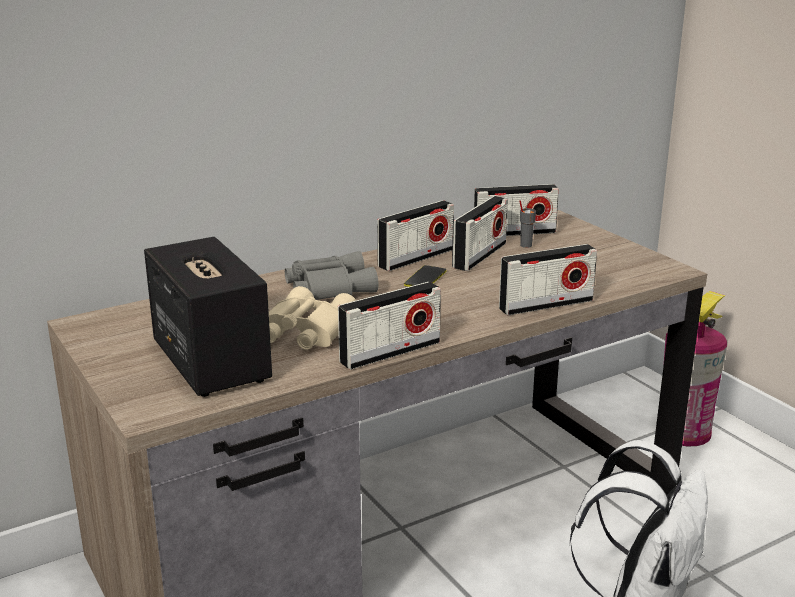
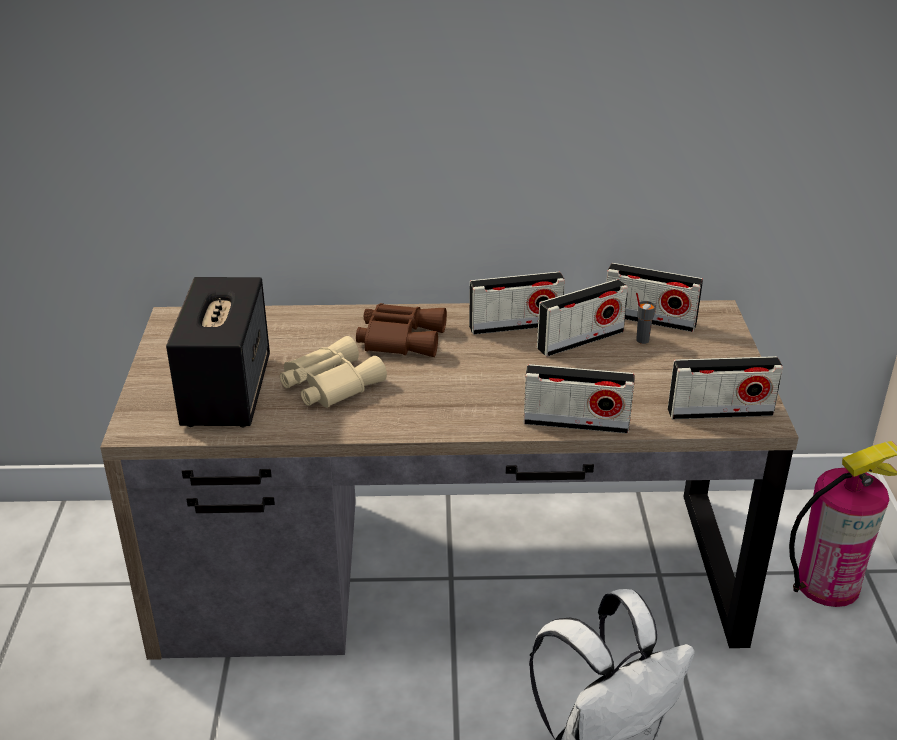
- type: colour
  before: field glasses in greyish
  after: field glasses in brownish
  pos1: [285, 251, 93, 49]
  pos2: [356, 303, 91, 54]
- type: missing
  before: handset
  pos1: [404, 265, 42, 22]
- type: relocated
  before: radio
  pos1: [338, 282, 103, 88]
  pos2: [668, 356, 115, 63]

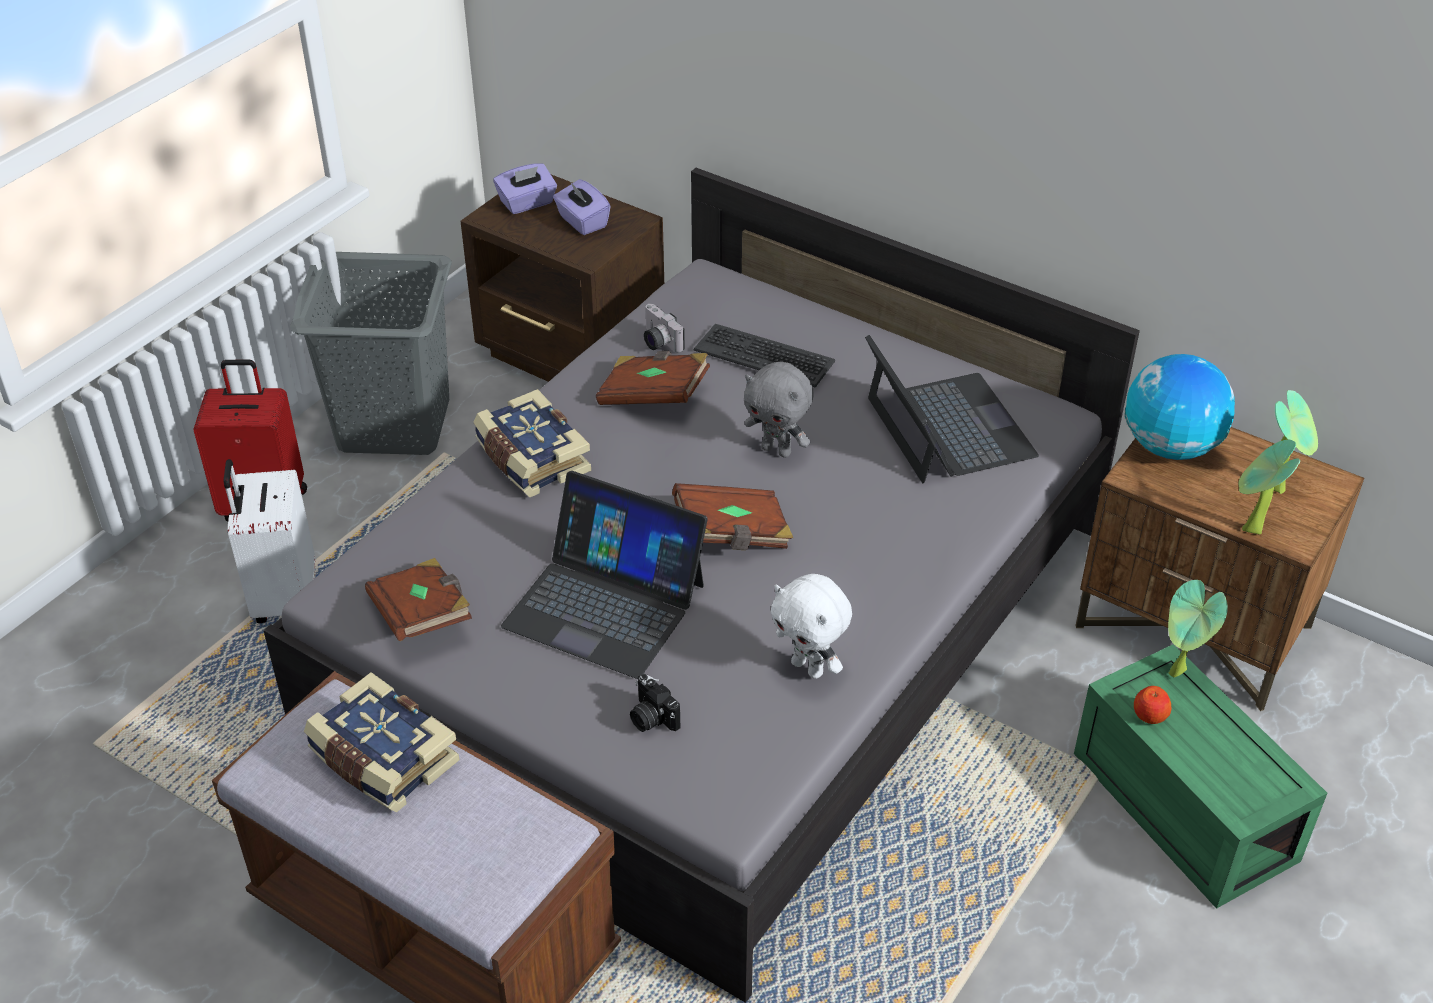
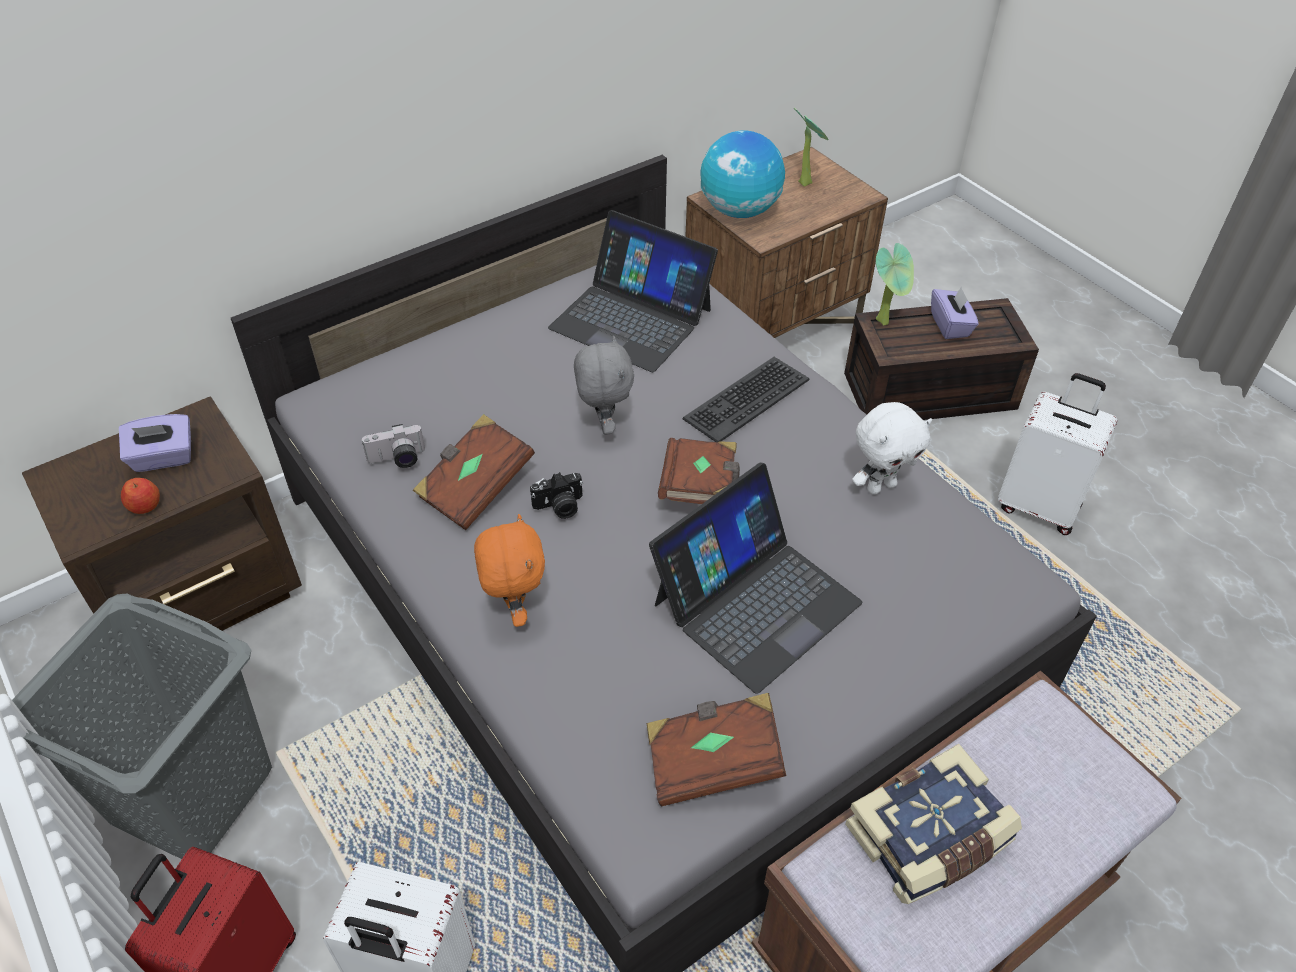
- type: relocated
  before: tissue holder in purple
  pos1: [493, 164, 64, 50]
  pos2: [931, 286, 48, 53]
- type: relocated
  before: PC keyboard
  pos1: [693, 324, 142, 64]
  pos2: [683, 357, 126, 85]
- type: spun
  before: notebook computer
  pos1: [865, 335, 174, 148]
  pos2: [548, 210, 170, 162]
  turn: -150
- type: spun
  before: plush toy in greyish
  pos1: [744, 362, 69, 96]
  pos2: [574, 335, 60, 100]
  turn: -60
- type: exchanged
  before: bound book
  after: plush toy in orange-coloured
  pos1: [474, 389, 117, 108]
  pos2: [474, 514, 71, 113]
- type: missing
  before: potted plant
  pos1: [1238, 440, 62, 94]
- type: colour
  before: storage bin in green
  after: storage bin in brownish
  pos1: [1074, 644, 253, 265]
  pos2: [844, 298, 195, 122]
- type: relocated
  before: still camera
  pos1: [630, 674, 51, 58]
  pos2: [530, 472, 53, 47]
- type: relocated
  before: apple
  pos1: [1134, 686, 37, 38]
  pos2: [121, 478, 39, 36]
- type: appeared
  after: travel case in white
  pos2: [998, 373, 119, 162]

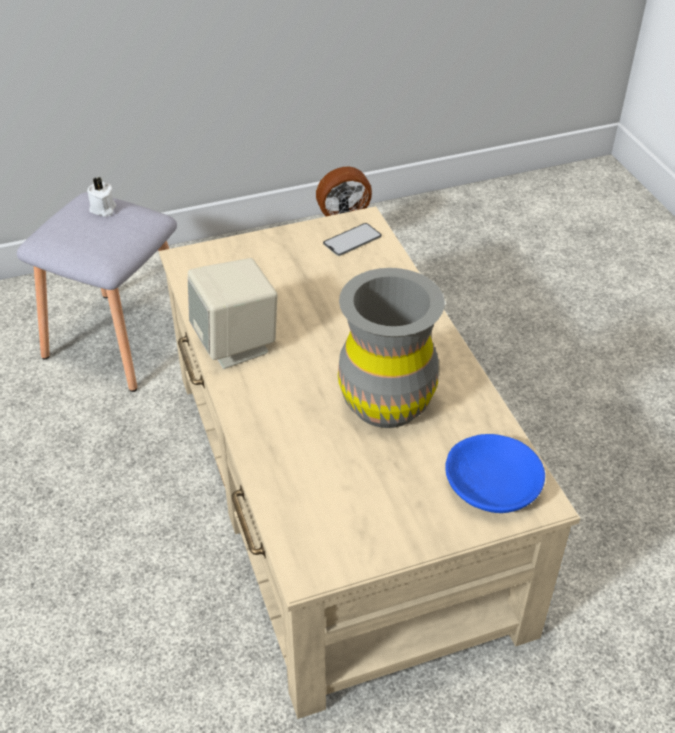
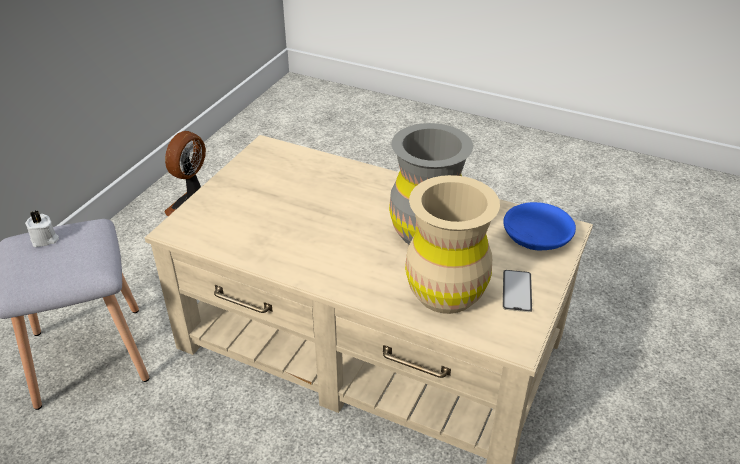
- type: relocated
  before: handset
  pos1: [323, 223, 59, 33]
  pos2: [503, 270, 29, 42]
- type: missing
  before: loudspeaker in sand-coloured
  pos1: [188, 258, 90, 111]
- type: appeared
  after: flower vase in sand-coloured
  pos2: [405, 175, 95, 139]

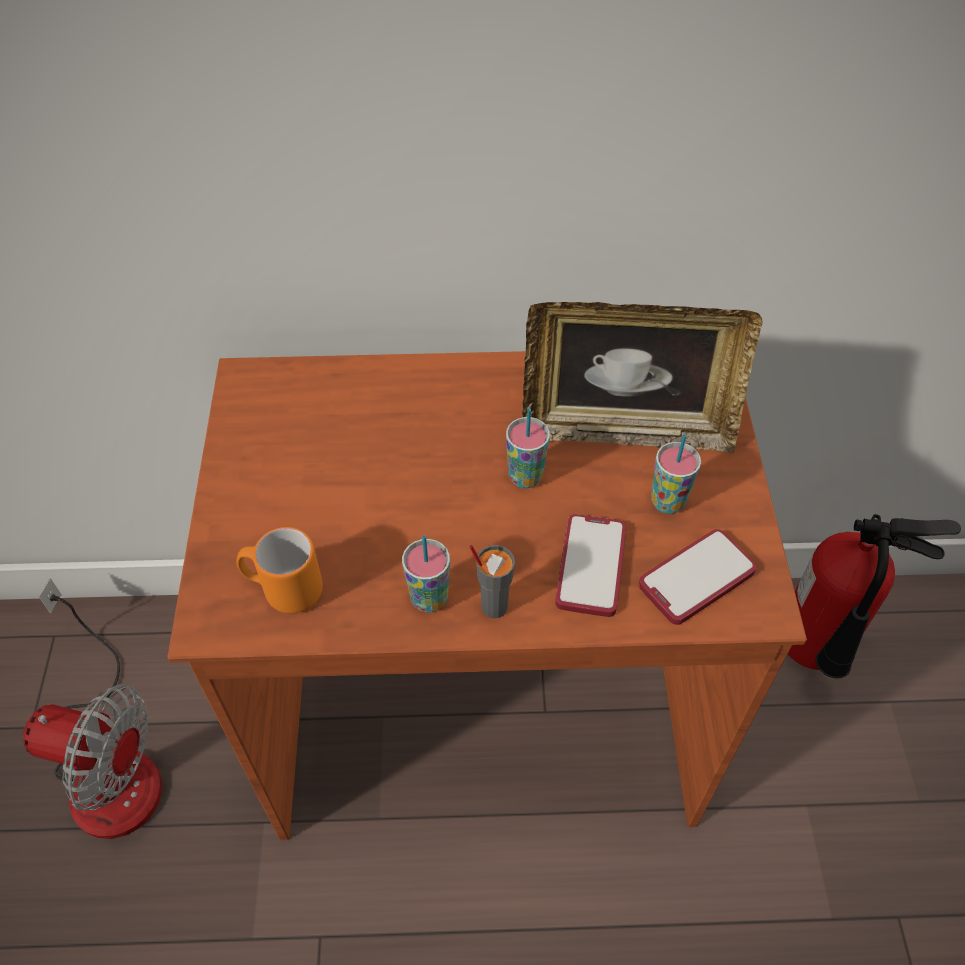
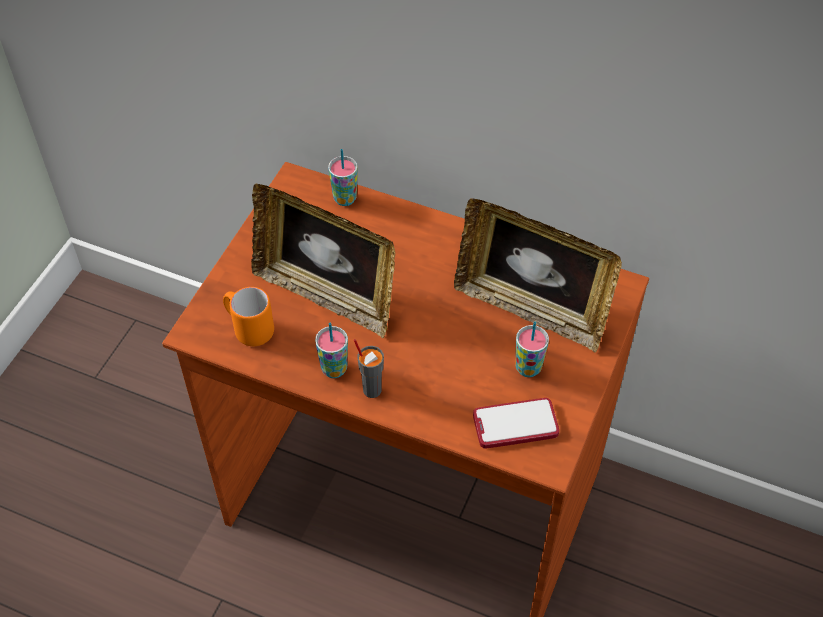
- type: relocated
  before: cup
  pos1: [506, 409, 44, 79]
  pos2: [328, 149, 30, 57]
- type: missing
  before: handset
  pos1: [555, 514, 71, 103]
- type: missing
  before: extinguisher
  pos1: [788, 514, 173, 164]
- type: missing
  before: fan
  pos1: [23, 578, 139, 261]
- type: appeared
  after: photo frame
  pos2: [251, 184, 144, 154]

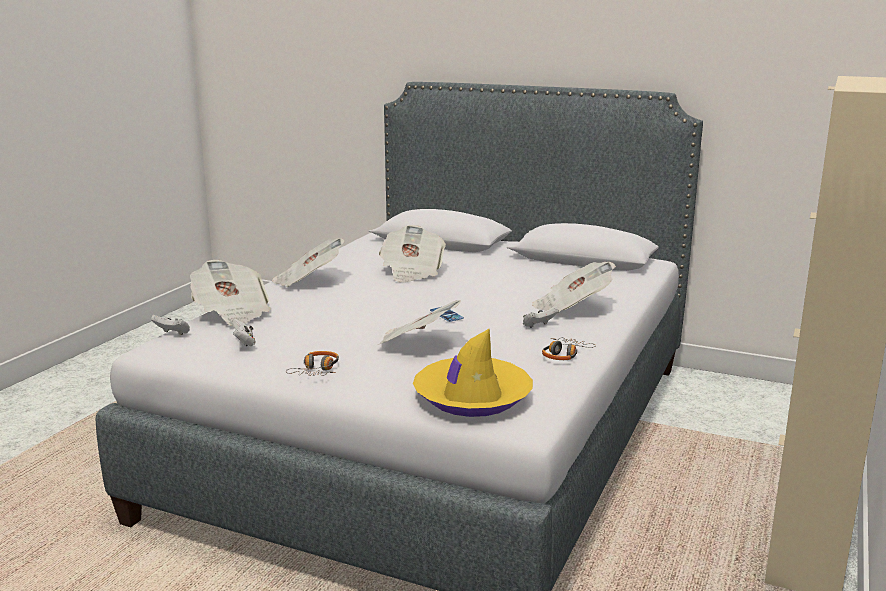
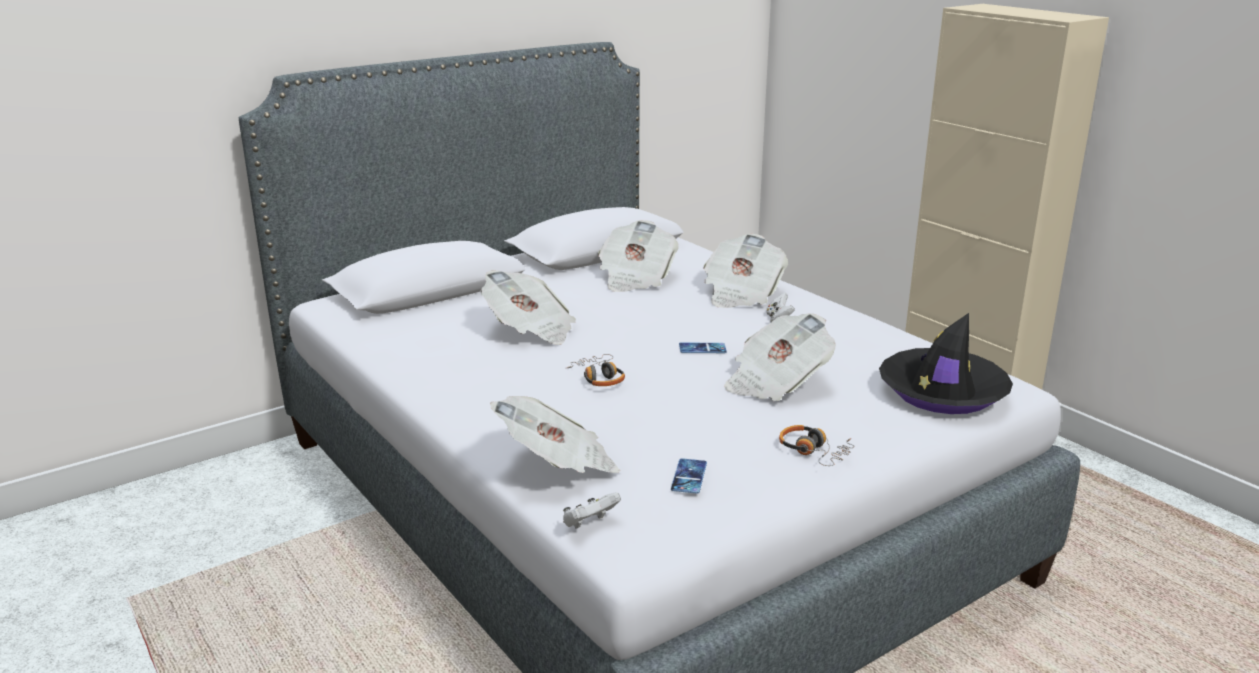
- type: relocated
  before: printed paper
  pos1: [272, 238, 73, 49]
  pos2: [598, 220, 81, 72]
- type: exchanged
  before: joypad in white
  after: handset
  pos1: [230, 318, 25, 28]
  pos2: [671, 458, 36, 36]
- type: colour
  before: hat in yellowish
  after: hat in black-coloured
  pos1: [413, 329, 120, 88]
  pos2: [879, 313, 134, 101]
- type: relocated
  before: headset
  pos1: [542, 337, 54, 23]
  pos2: [565, 354, 60, 32]

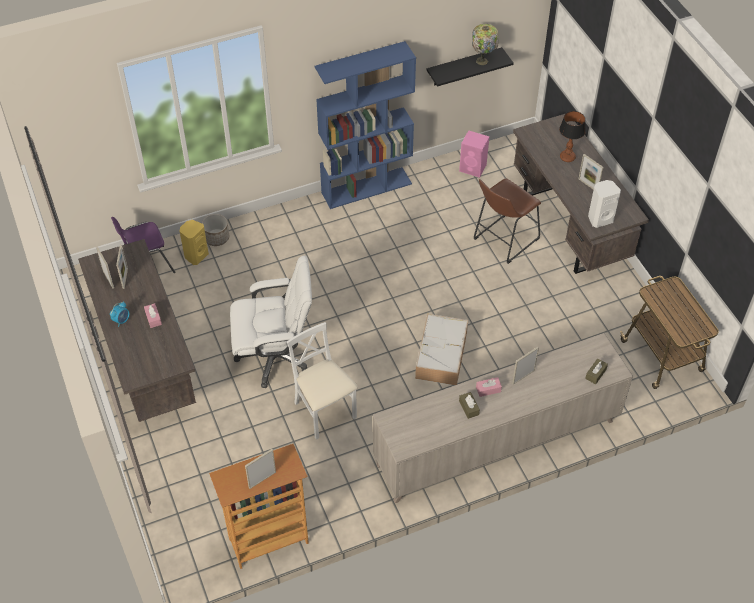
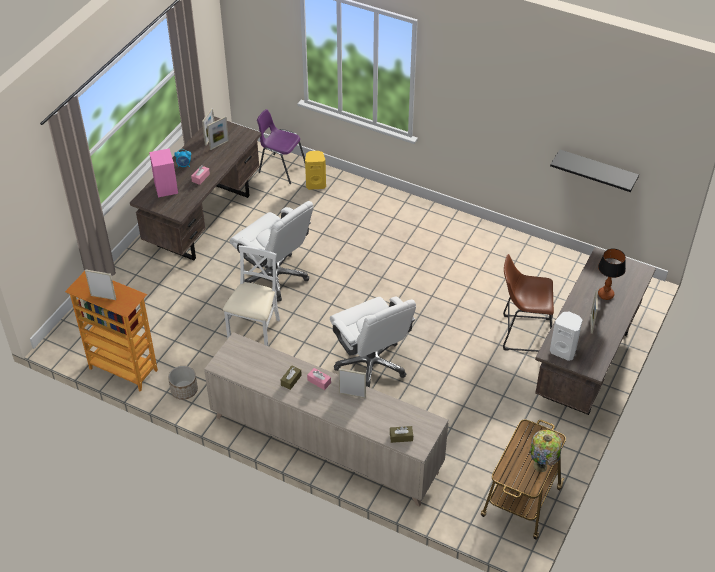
- type: relocated
  before: lamp for a table
  pos1: [472, 24, 26, 41]
  pos2: [529, 430, 33, 42]
- type: missing
  before: bookcase in bluish
  pos1: [315, 41, 101, 168]
- type: relocated
  before: loudspeaker in pink-coloured
  pos1: [459, 130, 30, 48]
  pos2: [149, 148, 29, 49]
- type: relocated
  before: plant pot
  pos1: [202, 214, 27, 32]
  pos2: [168, 366, 30, 34]
- type: exchanged
  before: storage bin
  after: desk chair in white
  pos1: [415, 314, 53, 71]
  pos2: [330, 296, 86, 92]

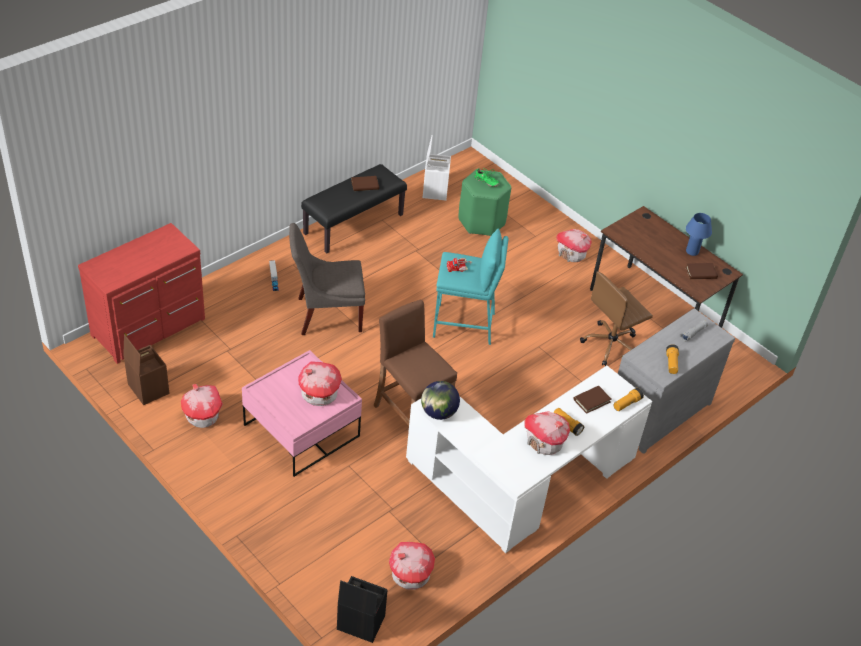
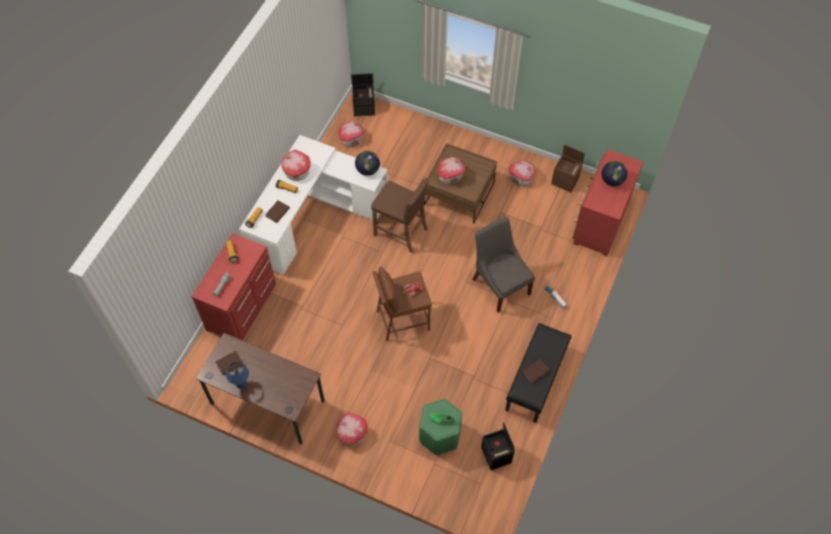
- type: colour
  before: storage bin in white
  after: storage bin in black-coloured
  pos1: [423, 135, 28, 66]
  pos2: [481, 422, 33, 48]
- type: spun
  before: plain chair in greyish
  pos1: [289, 223, 76, 112]
  pos2: [472, 217, 63, 96]
  turn: -90
- type: colour
  before: stool in turquoise
  after: stool in brownish
  pos1: [433, 229, 76, 116]
  pos2: [372, 267, 60, 74]
- type: missing
  before: desk chair in brownish
  pos1: [580, 271, 73, 95]
- type: colour
  before: dresser in greyish
  after: dresser in red
  pos1: [618, 308, 117, 146]
  pos2: [192, 233, 84, 107]
- type: colour
  before: coffee table in pink-coloured
  after: coffee table in brownish
  pos1: [242, 350, 120, 127]
  pos2: [424, 143, 73, 81]
- type: appeared
  after: world globe
  pos2: [602, 161, 26, 25]

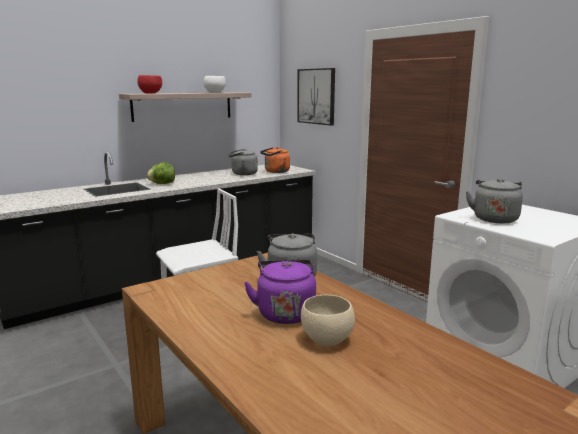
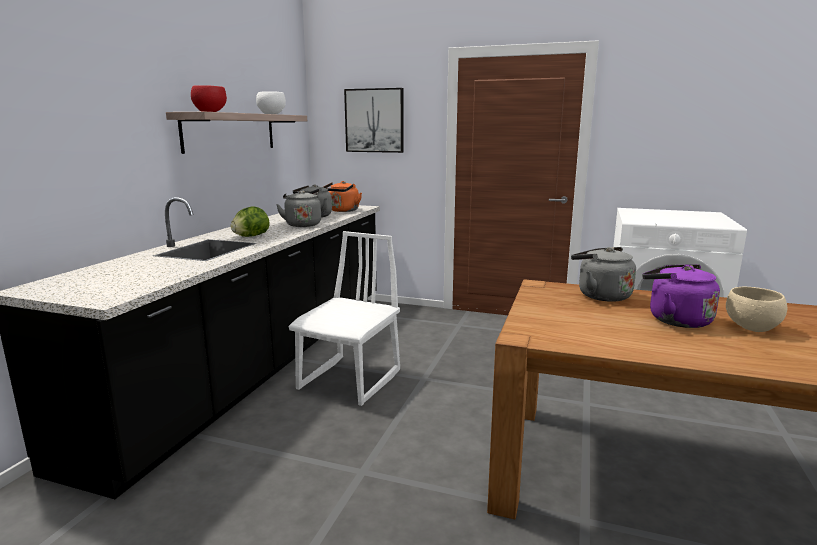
- type: relocated
  before: kettle in greyish
  pos1: [466, 178, 57, 45]
  pos2: [276, 191, 45, 36]

